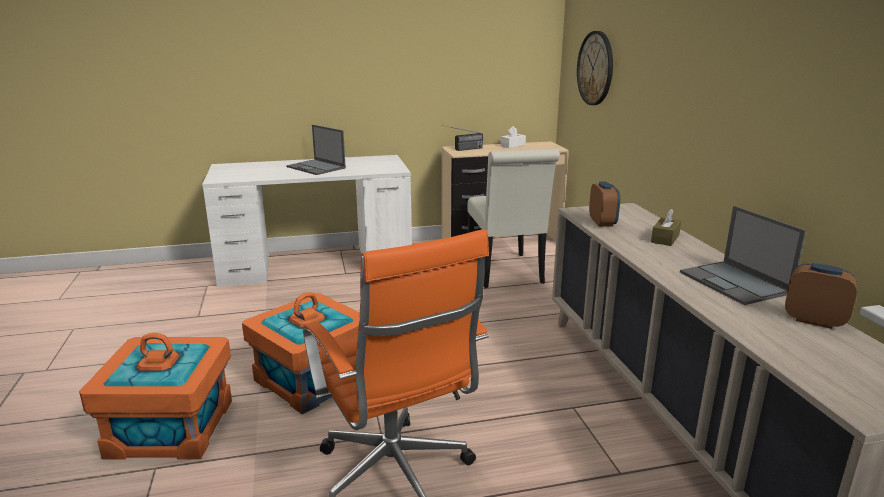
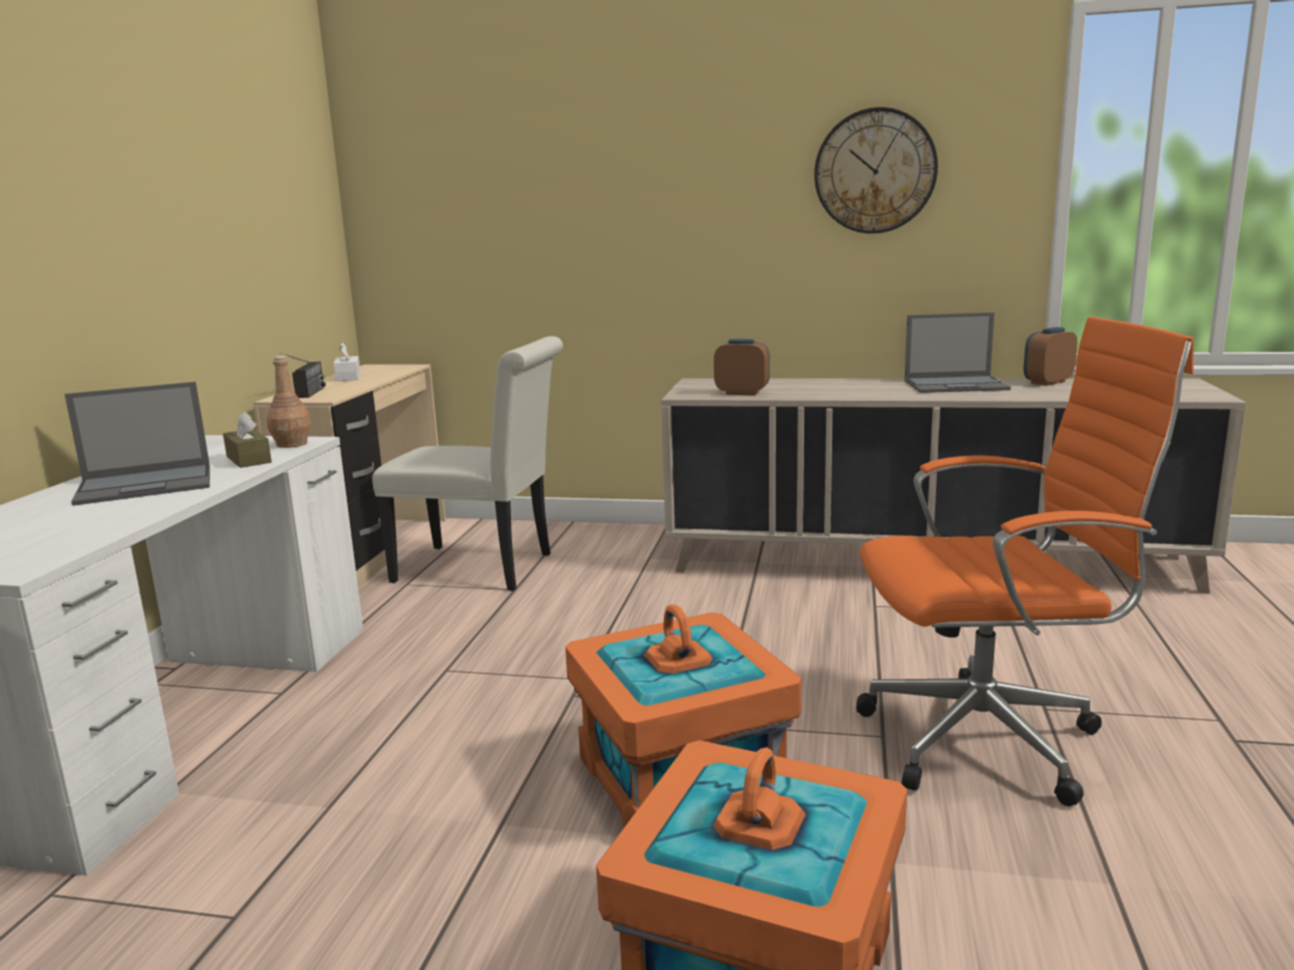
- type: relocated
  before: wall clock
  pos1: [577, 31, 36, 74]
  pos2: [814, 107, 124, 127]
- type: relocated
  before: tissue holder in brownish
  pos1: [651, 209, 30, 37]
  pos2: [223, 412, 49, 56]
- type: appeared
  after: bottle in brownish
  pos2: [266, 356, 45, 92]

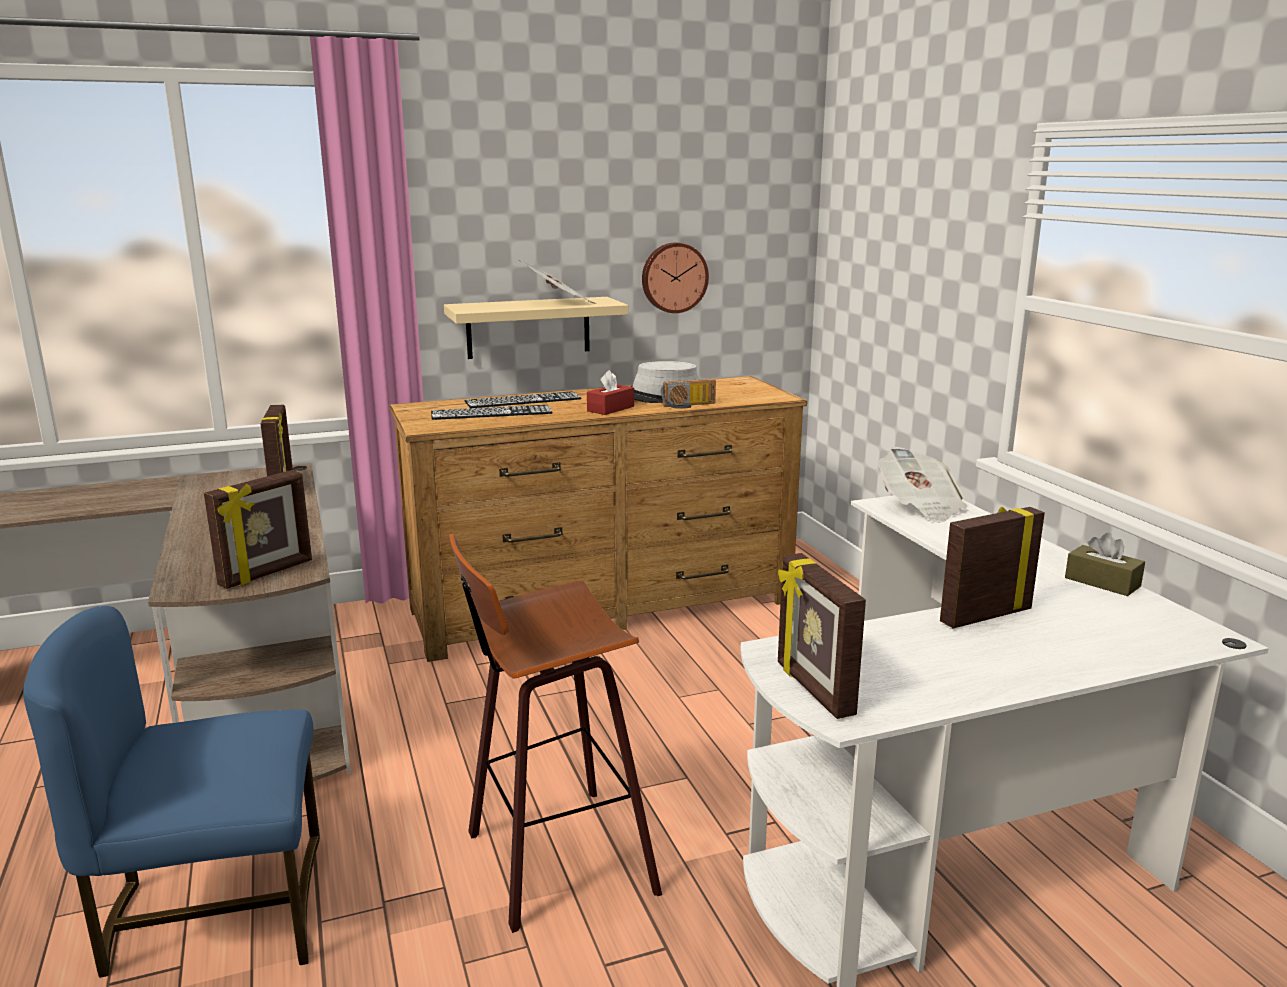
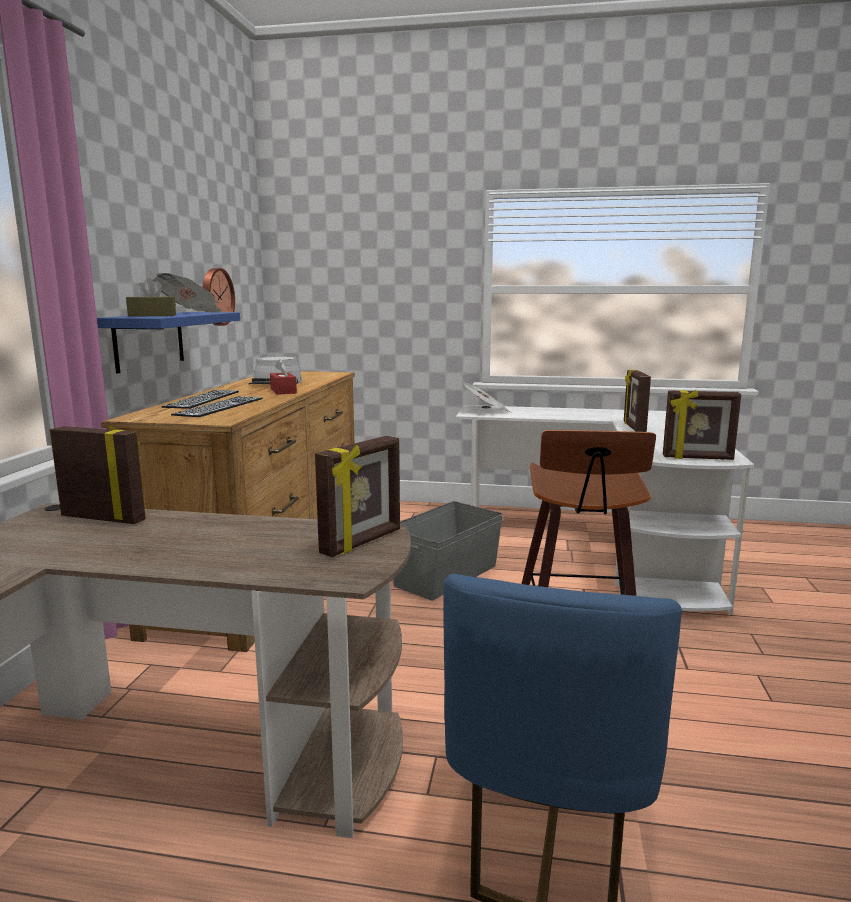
- type: colour
  before: shelf in sand-coloured
  after: shelf in bluish
  pos1: [444, 297, 184, 62]
  pos2: [97, 312, 143, 62]
- type: missing
  before: radio
  pos1: [661, 379, 55, 30]
- type: spun
  before: photo frame
  pos1: [204, 470, 108, 119]
  pos2: [315, 436, 85, 121]
  turn: 60
- type: relocated
  before: tissue holder in brownish
  pos1: [1065, 533, 80, 63]
  pos2: [126, 278, 50, 39]
- type: appeared
  after: storage bin in greyish
  pos2: [393, 501, 110, 100]

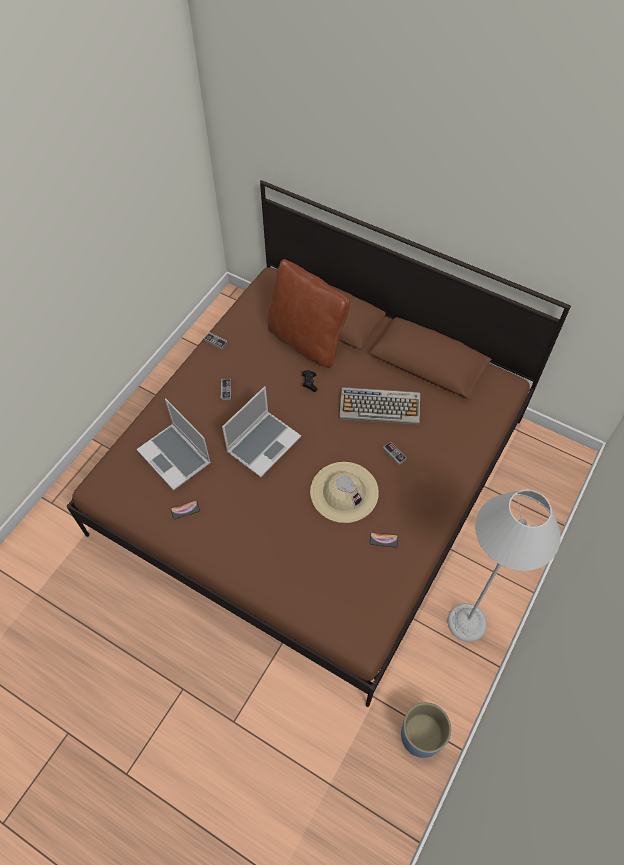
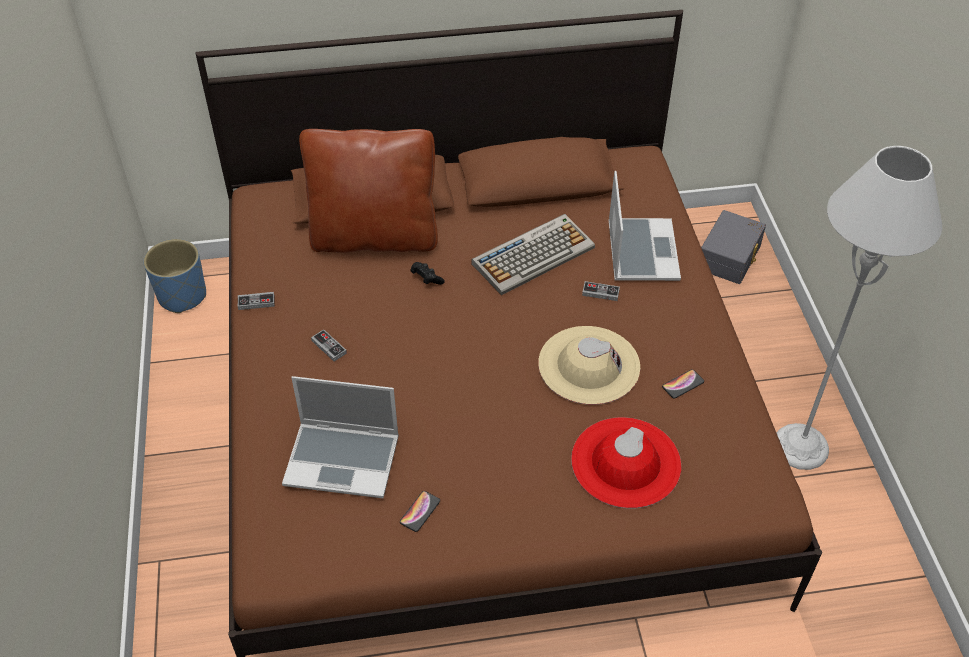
- type: relocated
  before: notebook computer
  pos1: [222, 386, 79, 91]
  pos2: [608, 171, 73, 110]
- type: relocated
  before: plant pot in bluish
  pos1: [401, 702, 50, 56]
  pos2: [144, 239, 62, 74]
- type: appeared
  after: storage bin in greyish
  pos2: [701, 210, 65, 74]
- type: appeared
  after: hat in red
  pos2: [571, 417, 110, 91]

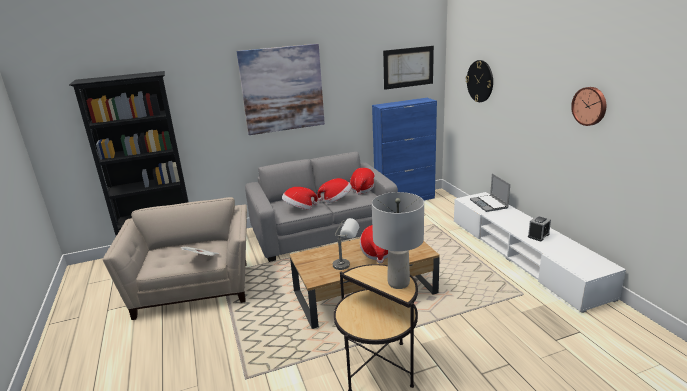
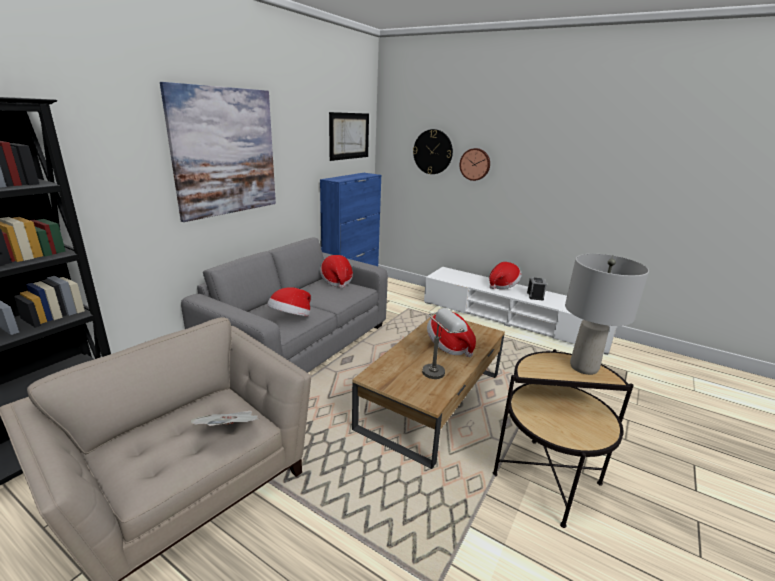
- type: relocated
  before: wall clock
  pos1: [571, 87, 35, 39]
  pos2: [459, 148, 31, 33]
- type: missing
  before: notebook computer
  pos1: [470, 174, 40, 38]
- type: relocated
  before: hat
  pos1: [317, 178, 35, 25]
  pos2: [489, 262, 32, 27]

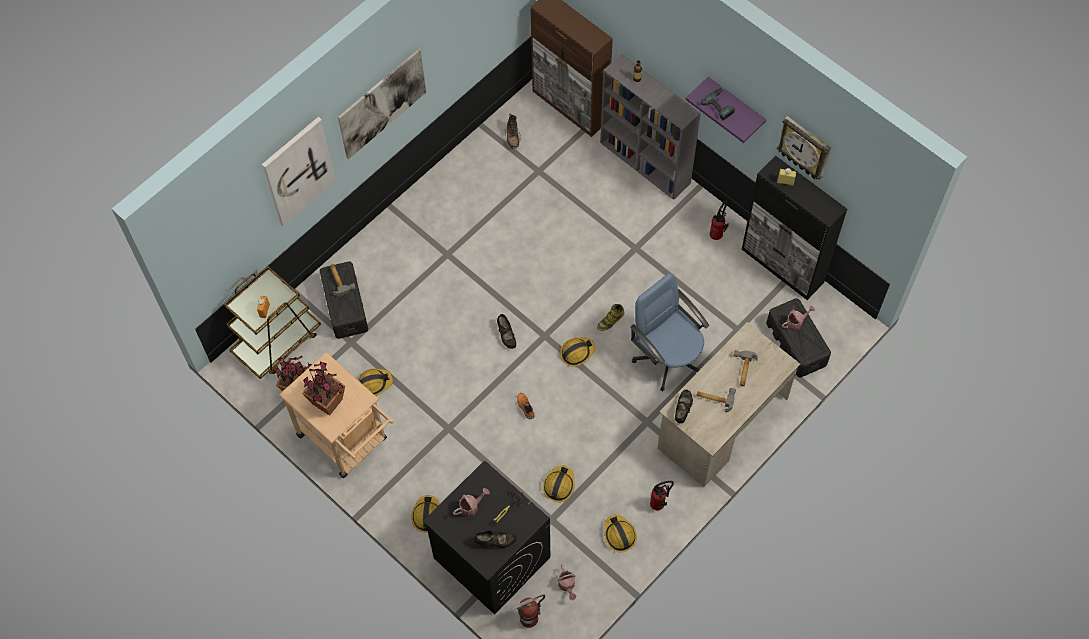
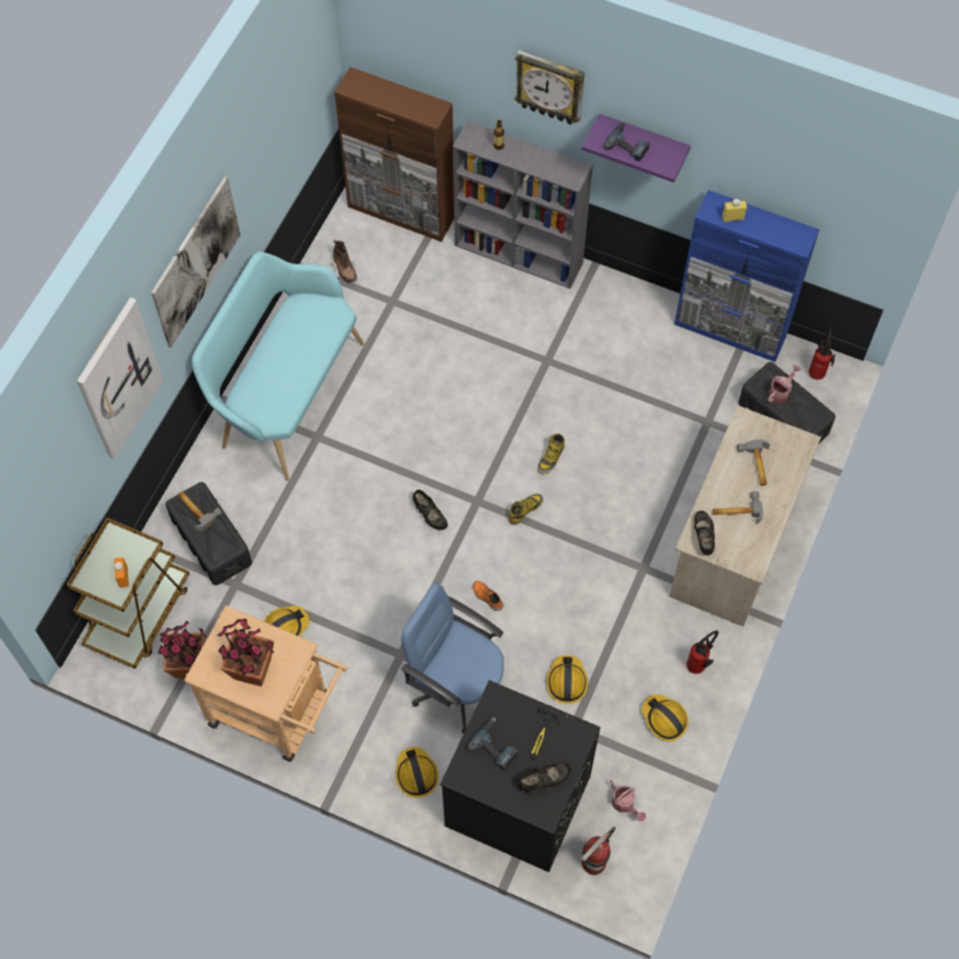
- type: relocated
  before: wall clock
  pos1: [777, 116, 54, 64]
  pos2: [514, 50, 71, 75]
- type: colour
  before: cupboard in black-coloured
  after: cupboard in bluish
  pos1: [742, 156, 105, 144]
  pos2: [674, 190, 146, 172]
- type: relocated
  before: extinguisher
  pos1: [710, 201, 19, 39]
  pos2: [809, 326, 26, 54]
- type: relocated
  before: desk chair in bluish
  pos1: [630, 273, 79, 118]
  pos2: [401, 583, 103, 150]
- type: exchanged
  before: hard hat
  after: boot
  pos1: [560, 337, 36, 30]
  pos2: [508, 494, 35, 31]
- type: exchanged
  before: watering pot
  after: power drill
  pos1: [453, 488, 37, 29]
  pos2: [467, 717, 51, 53]
- type: appeared
  after: bench in turquoise
  pos2: [192, 252, 172, 228]

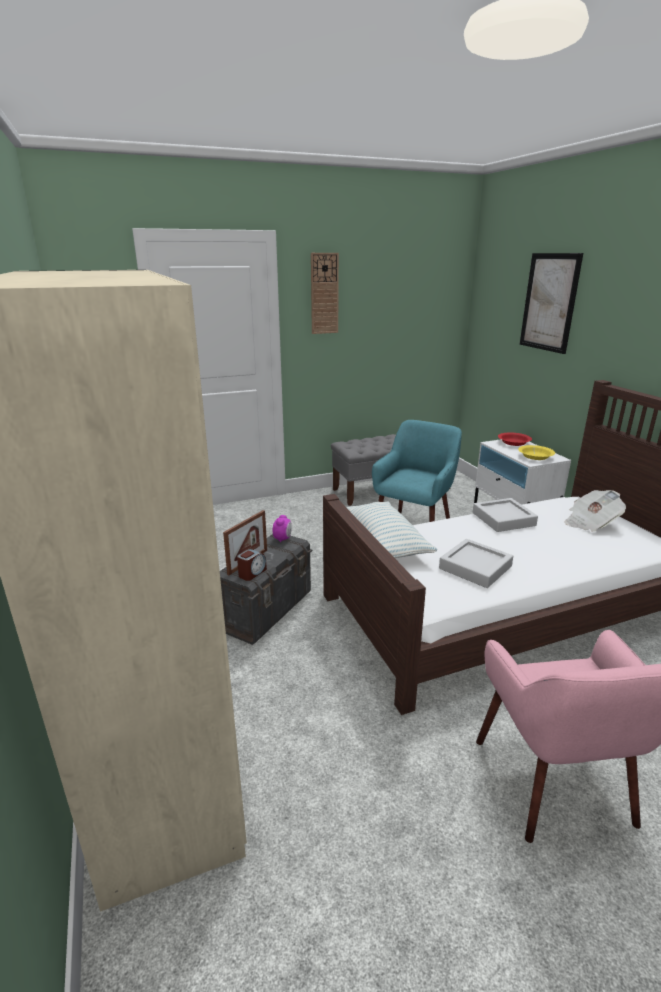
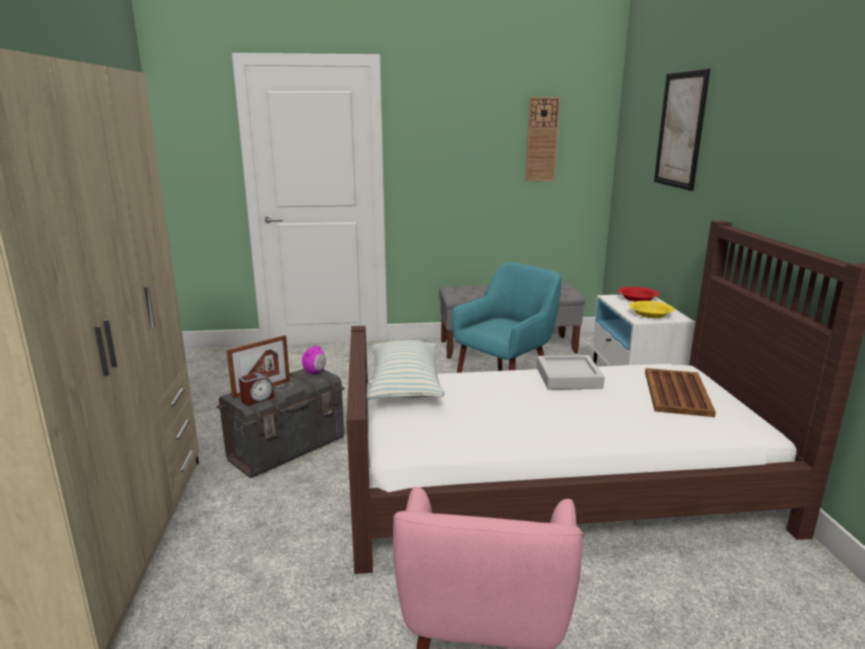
- type: relocated
  before: wall clock
  pos1: [311, 253, 28, 81]
  pos2: [526, 97, 34, 84]
- type: exchanged
  before: printed paper
  after: tray in brownish
  pos1: [564, 490, 62, 42]
  pos2: [645, 368, 71, 49]
- type: missing
  before: tray in greyish
  pos1: [439, 539, 74, 49]

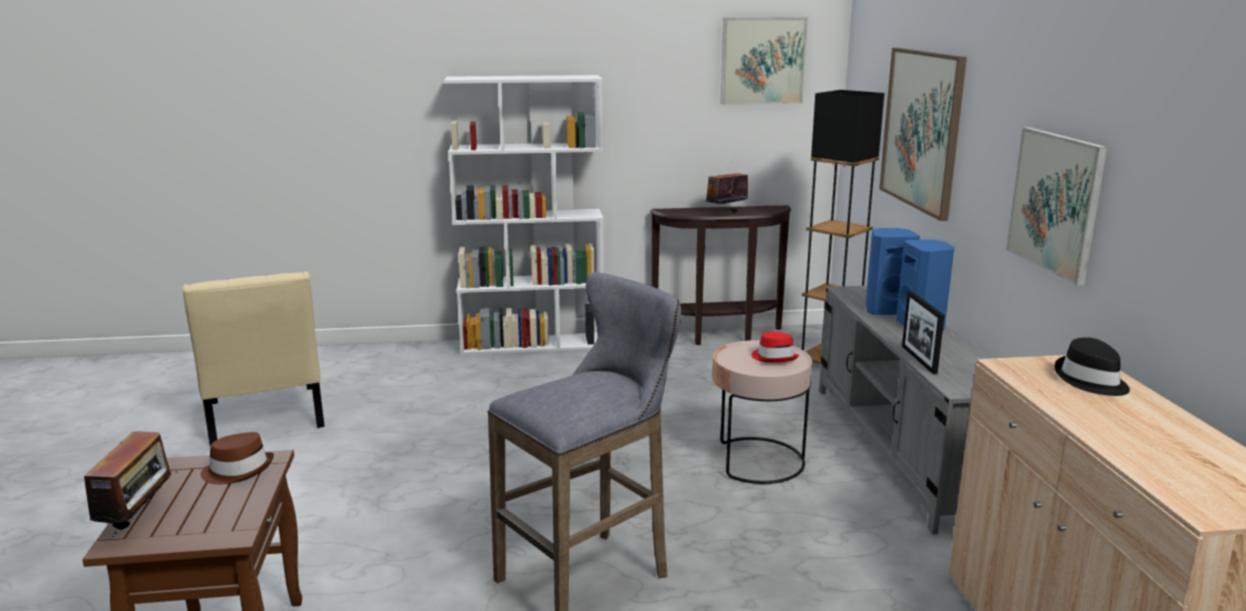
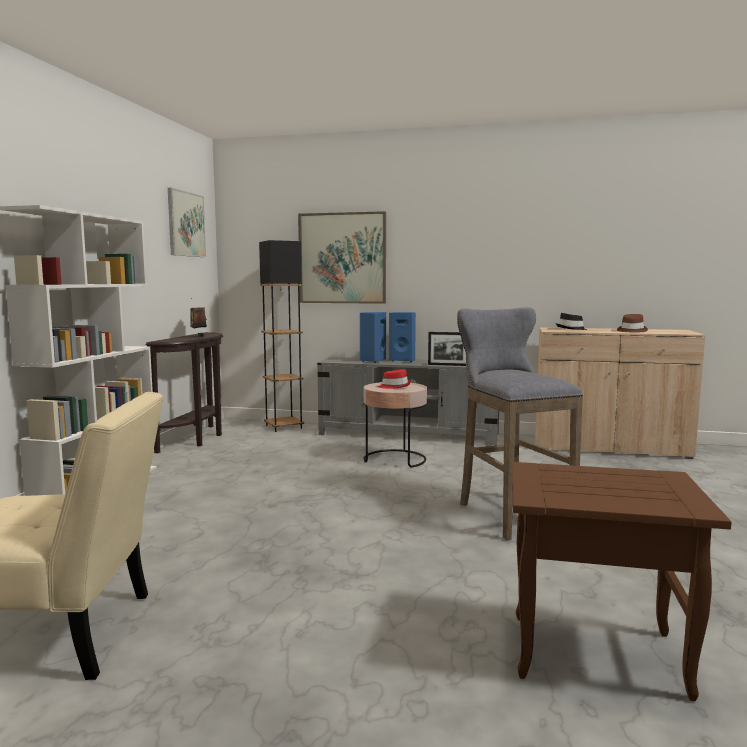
- type: missing
  before: picture
  pos1: [1006, 127, 101, 159]
- type: missing
  before: radio
  pos1: [84, 431, 93, 106]
- type: relocated
  before: hat in brownish
  pos1: [201, 432, 73, 53]
  pos2: [617, 314, 31, 18]

